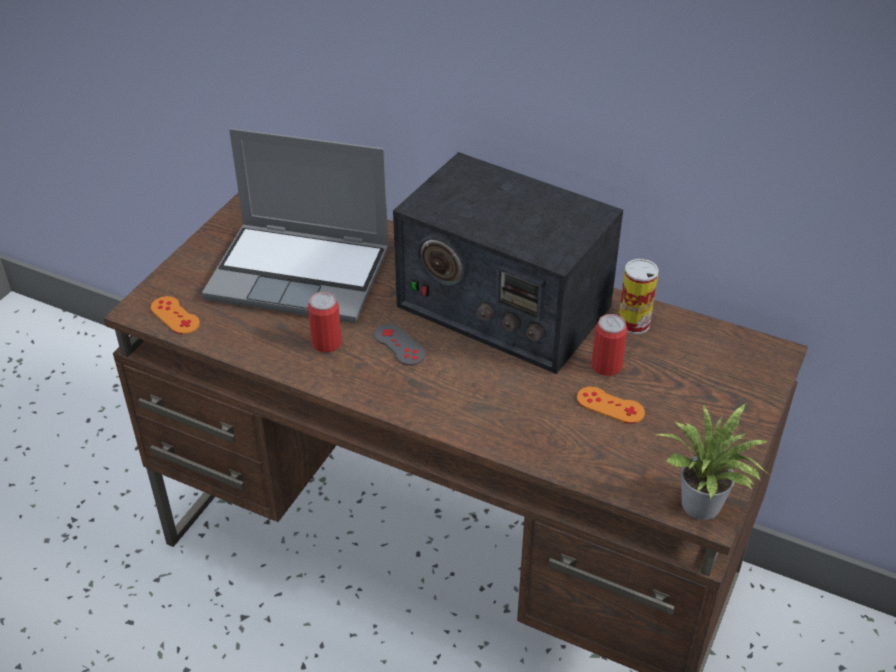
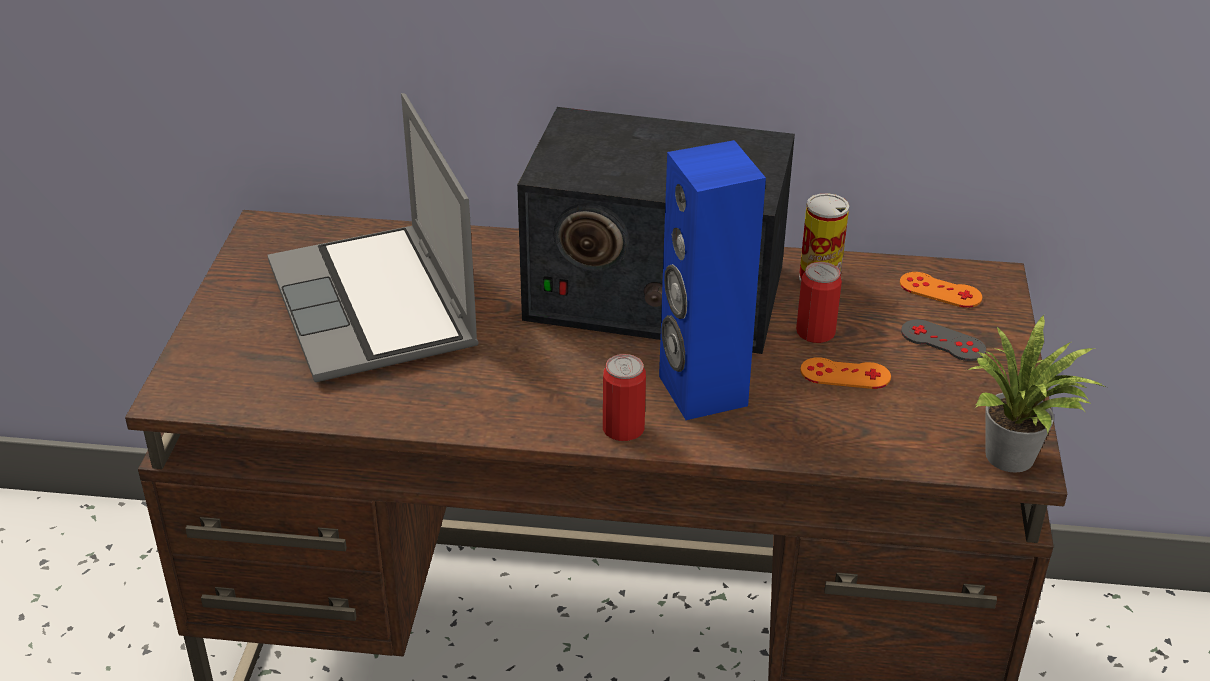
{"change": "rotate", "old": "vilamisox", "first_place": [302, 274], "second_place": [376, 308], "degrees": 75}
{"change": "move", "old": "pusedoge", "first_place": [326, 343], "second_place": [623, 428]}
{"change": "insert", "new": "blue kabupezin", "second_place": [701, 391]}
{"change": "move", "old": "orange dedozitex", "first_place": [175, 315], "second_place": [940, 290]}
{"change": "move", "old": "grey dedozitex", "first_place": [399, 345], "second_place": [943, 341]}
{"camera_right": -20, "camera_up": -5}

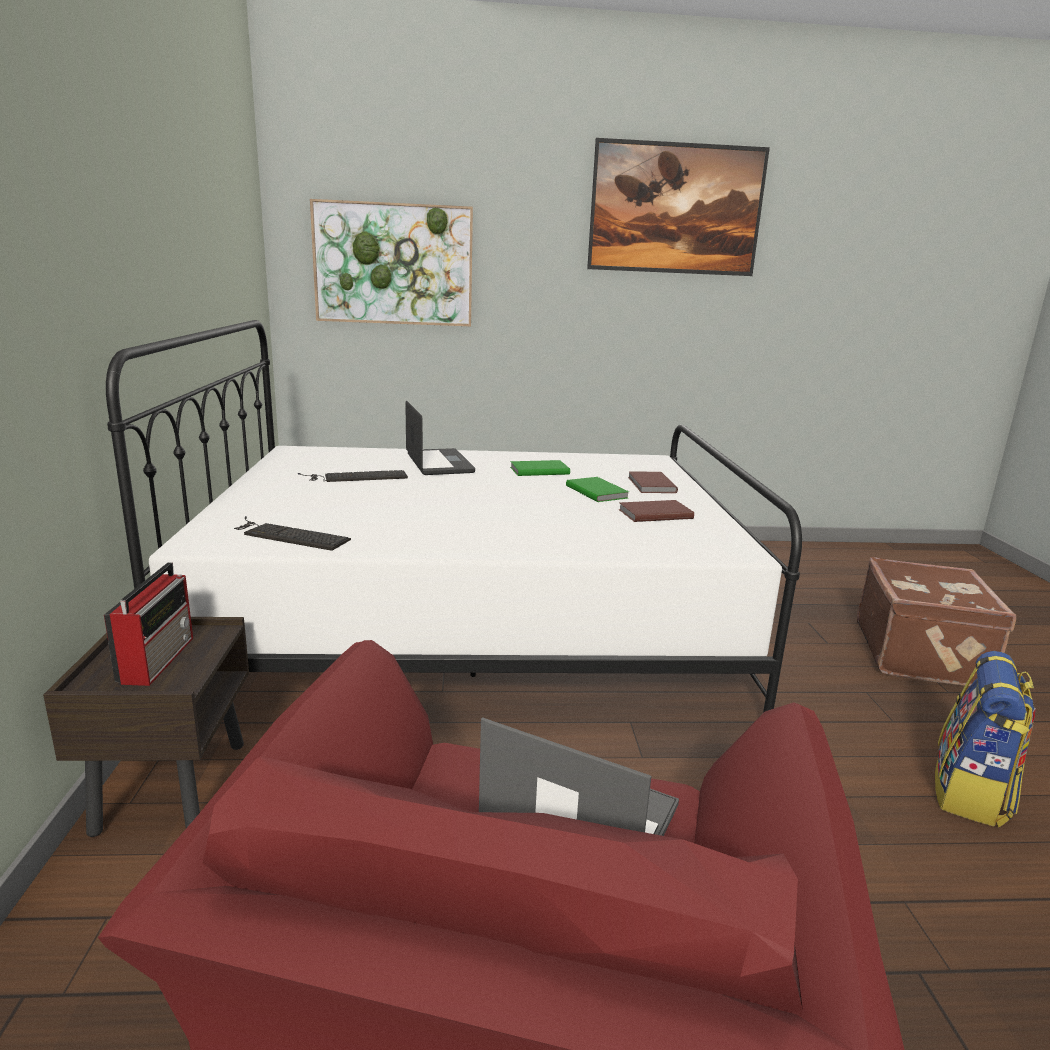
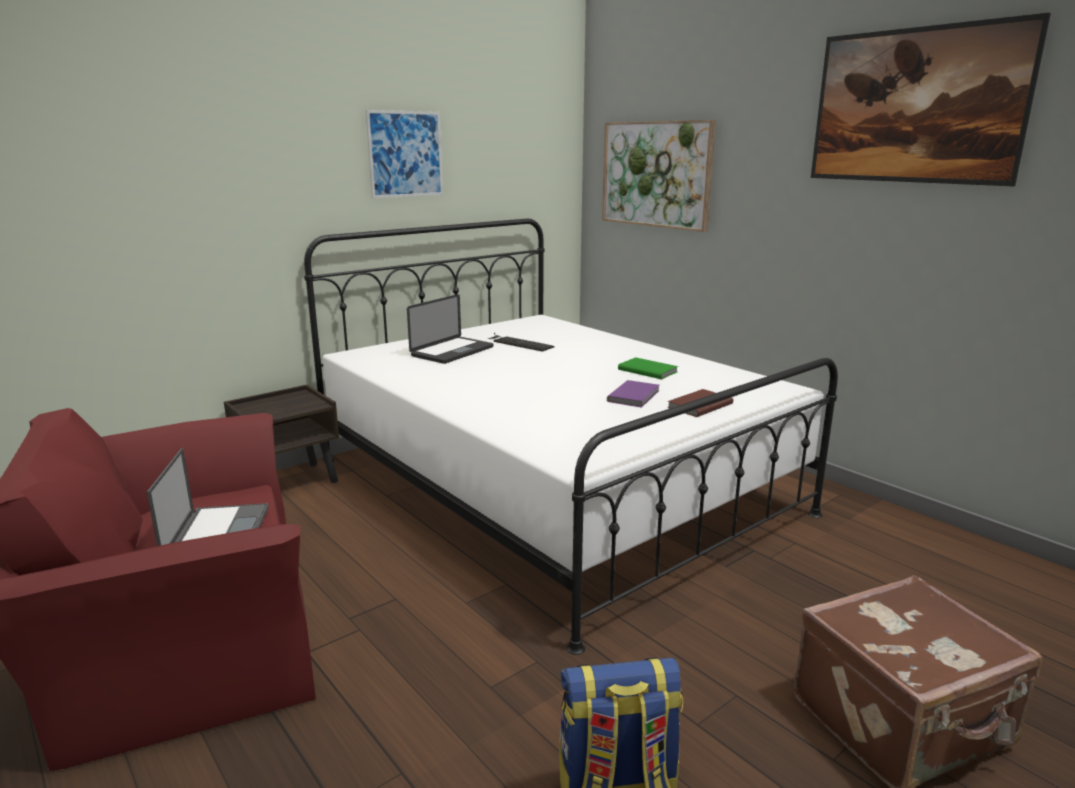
{"change": "insert", "new": "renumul", "second_place": [405, 154]}
{"change": "move", "old": "vilamisox", "first_place": [439, 463], "second_place": [452, 351]}
{"change": "recolor", "old": "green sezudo", "new": "purple sezudo", "first_place": [597, 491], "second_place": [635, 396]}
{"change": "delete", "old": "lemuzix", "first_place": [158, 658]}
{"change": "delete", "old": "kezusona", "first_place": [287, 535]}
{"change": "delete", "old": "brown sezudo", "first_place": [654, 513]}
{"camera_right": 55, "camera_up": 0}

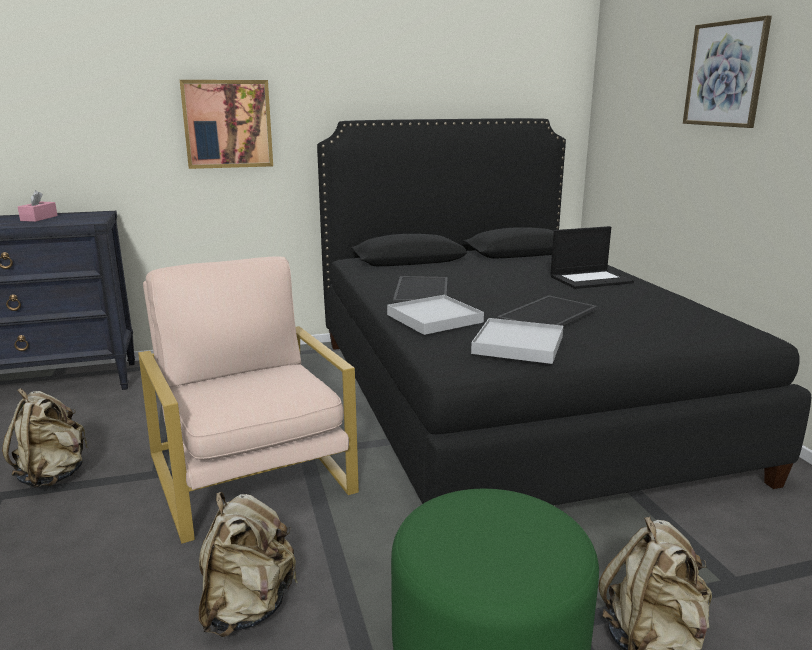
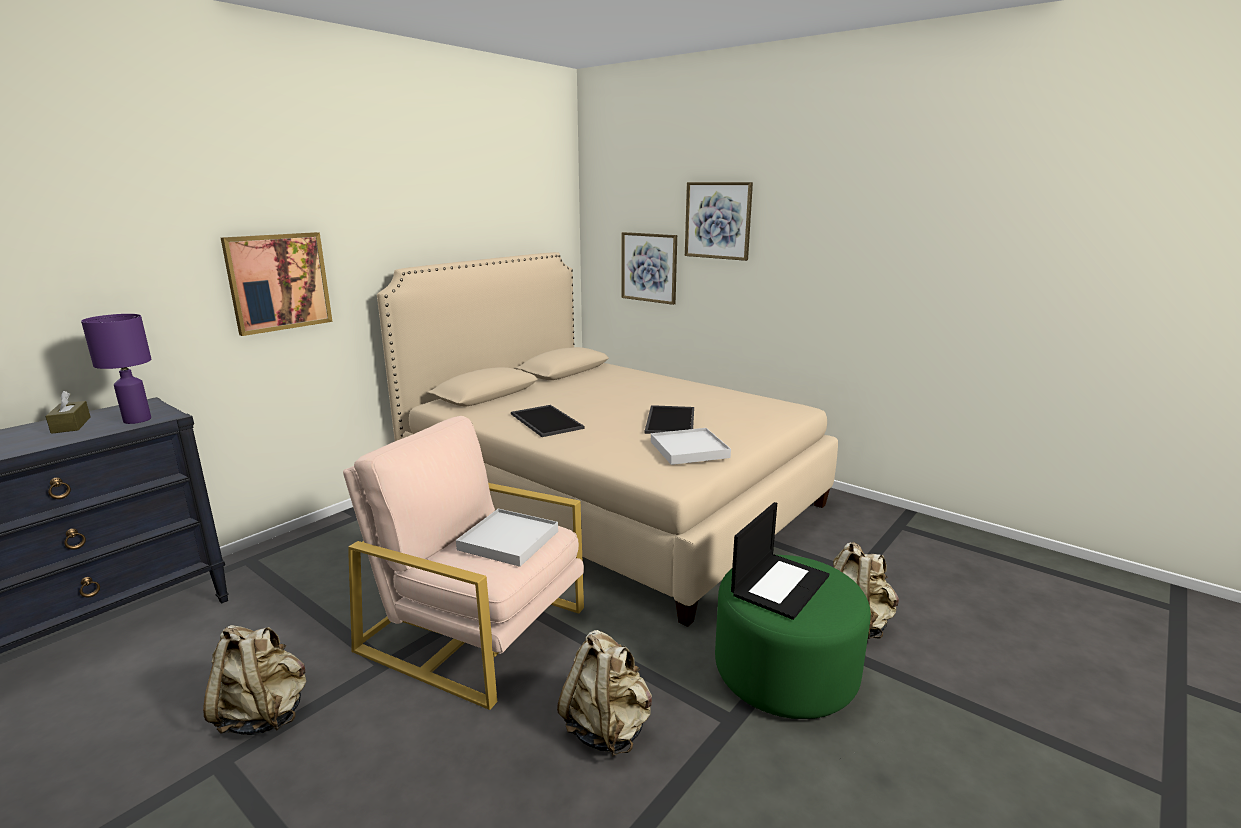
{"change": "recolor", "old": "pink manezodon", "new": "brown manezodon", "first_place": [39, 218], "second_place": [71, 425]}
{"change": "insert", "new": "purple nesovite", "second_place": [138, 420]}
{"change": "recolor", "old": "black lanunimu", "new": "beige lanunimu", "first_place": [506, 401], "second_place": [610, 499]}
{"change": "move", "old": "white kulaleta", "first_place": [434, 318], "second_place": [508, 540]}
{"change": "insert", "new": "renumul", "second_place": [649, 267]}
{"change": "move", "old": "vilamisox", "first_place": [591, 279], "second_place": [780, 584]}
{"camera_right": -35, "camera_up": 0}

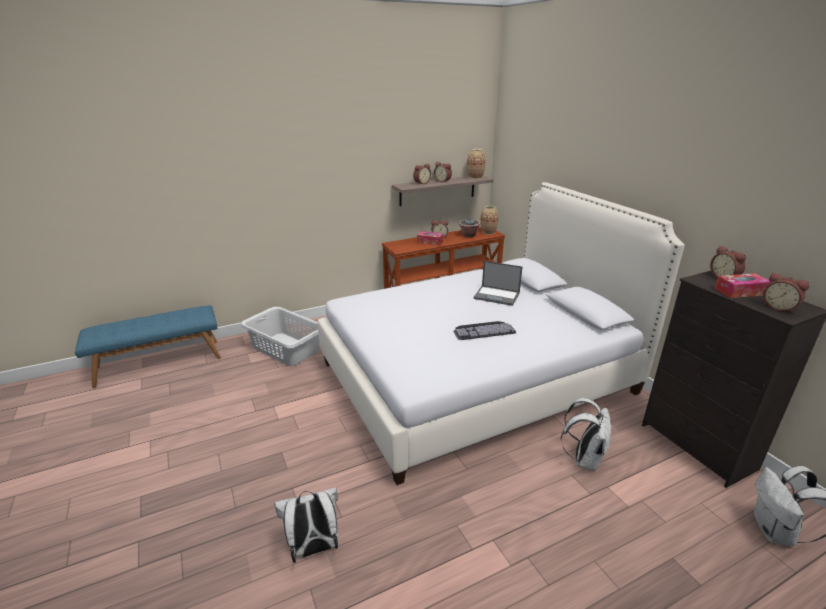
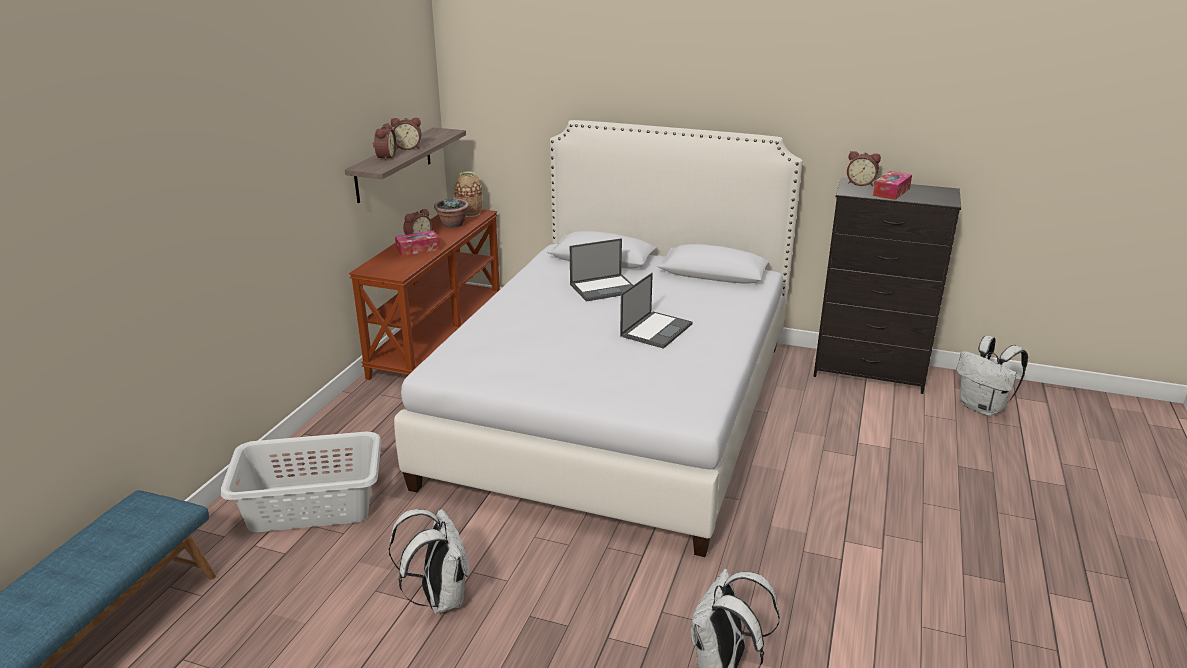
{"change": "move", "old": "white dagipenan", "first_place": [584, 459], "second_place": [439, 598]}
{"change": "replace", "old": "kezusona", "new": "vilamisox", "first_place": [483, 330], "second_place": [656, 330]}
{"change": "delete", "old": "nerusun", "first_place": [475, 177]}
{"change": "delete", "old": "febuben", "first_place": [779, 307]}
{"camera_right": -45, "camera_up": 0}

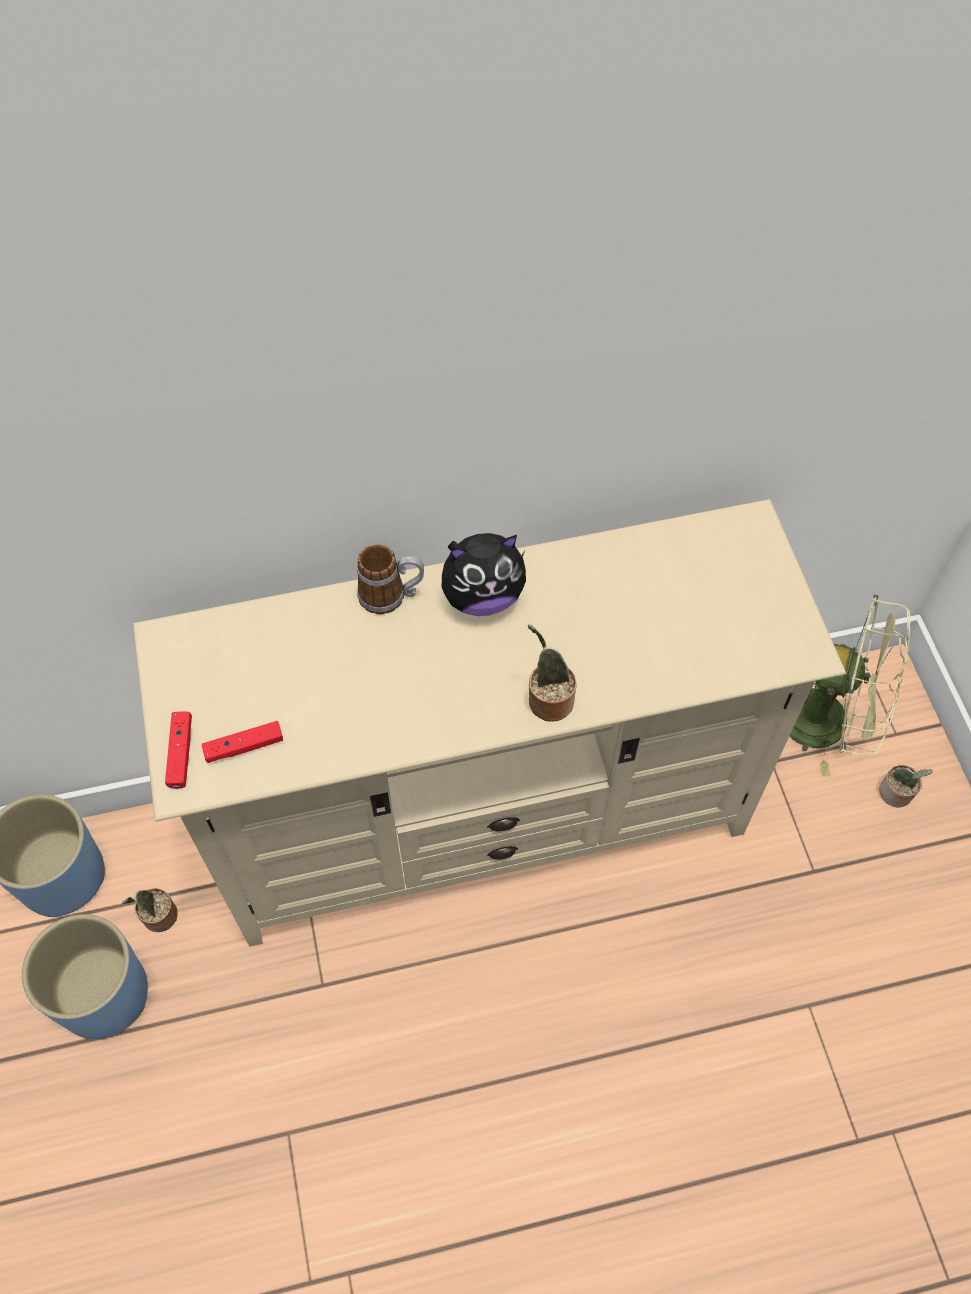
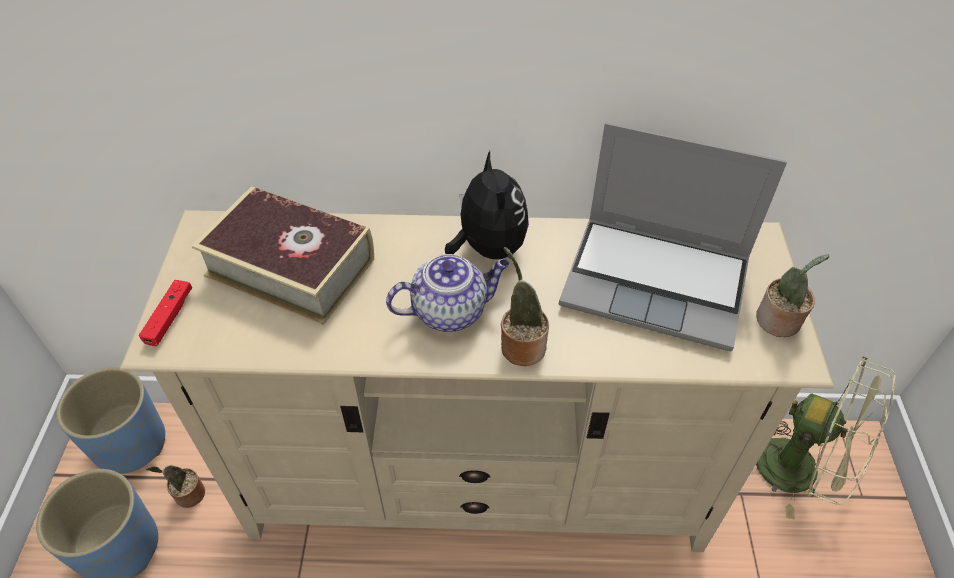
{"change": "insert", "new": "sezudo", "second_place": [290, 267]}
{"change": "insert", "new": "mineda", "second_place": [451, 311]}
{"change": "rotate", "old": "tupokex", "first_place": [482, 596], "second_place": [488, 247], "degrees": -105}
{"change": "insert", "new": "vilamisox", "second_place": [658, 282]}
{"change": "move", "old": "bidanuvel", "first_place": [896, 794], "second_place": [778, 322]}
{"change": "delete", "old": "red dedozitex", "first_place": [244, 746]}
{"change": "delete", "old": "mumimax", "first_place": [391, 596]}
{"camera_right": 15, "camera_up": -10}

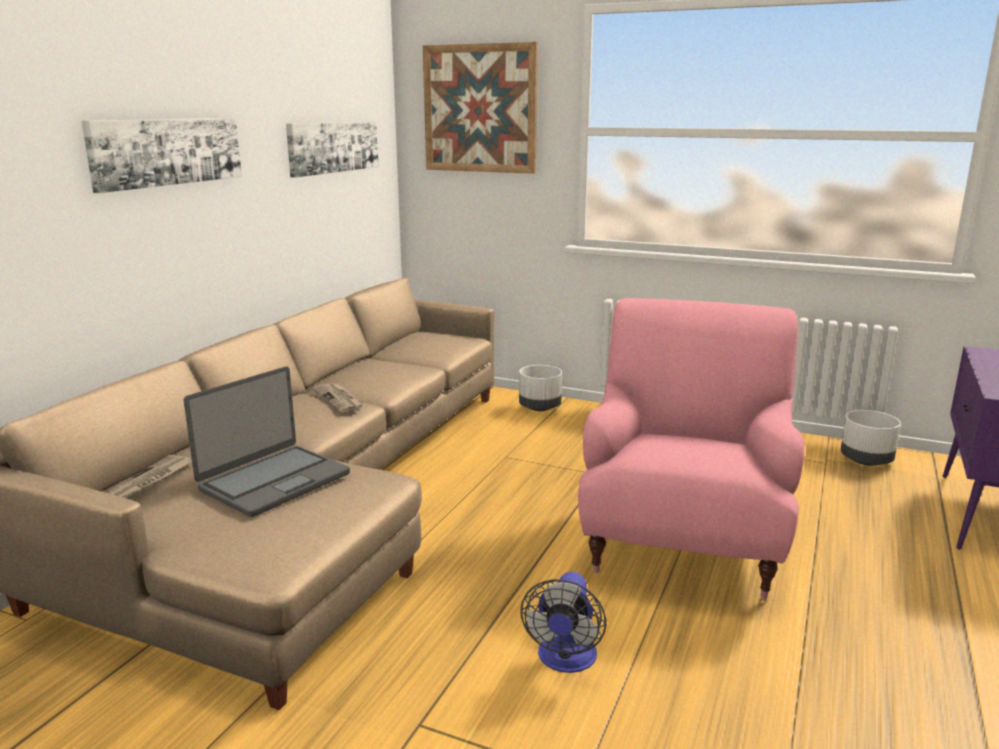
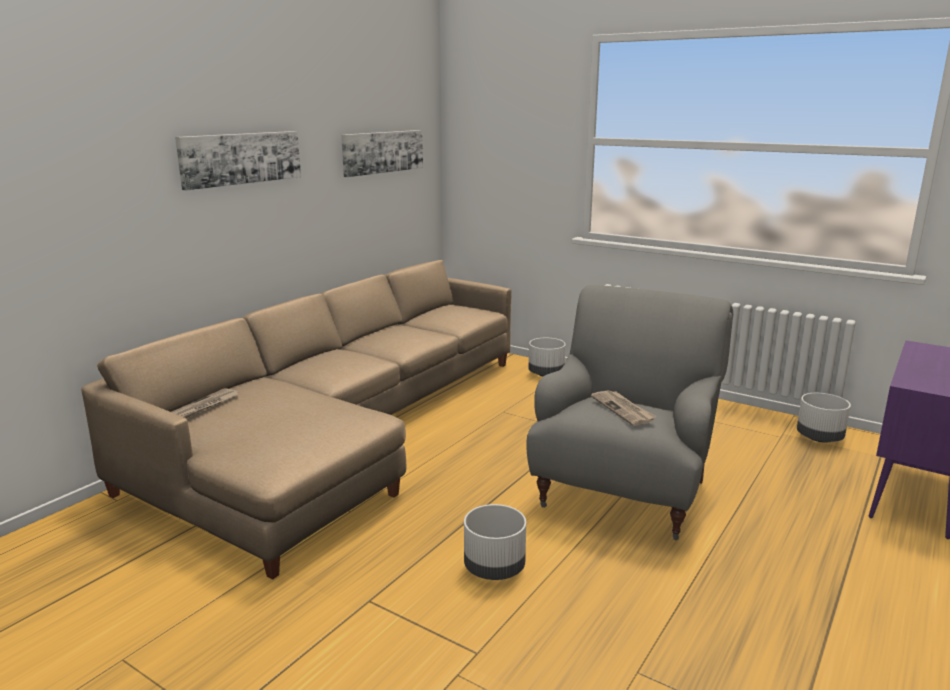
{"change": "replace", "old": "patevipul", "new": "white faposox", "first_place": [565, 660], "second_place": [495, 568]}
{"change": "recolor", "old": "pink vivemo", "new": "grey vivemo", "first_place": [683, 545], "second_place": [625, 492]}
{"change": "move", "old": "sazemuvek", "first_place": [339, 400], "second_place": [623, 409]}
{"change": "delete", "old": "vilamisox", "first_place": [273, 481]}
{"change": "delete", "old": "renumul", "first_place": [480, 109]}
{"camera_right": 10, "camera_up": 0}

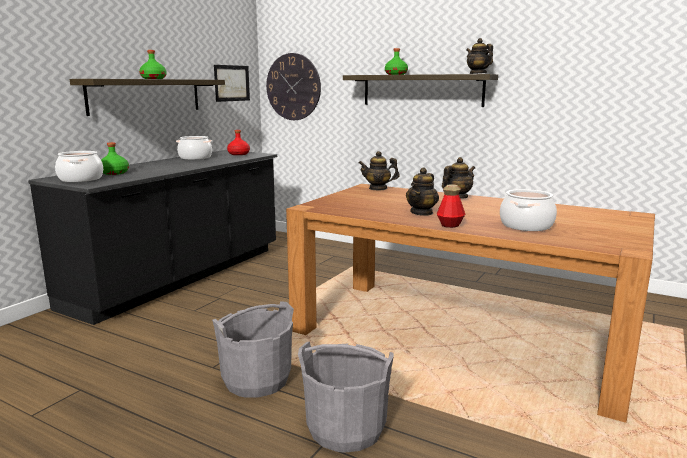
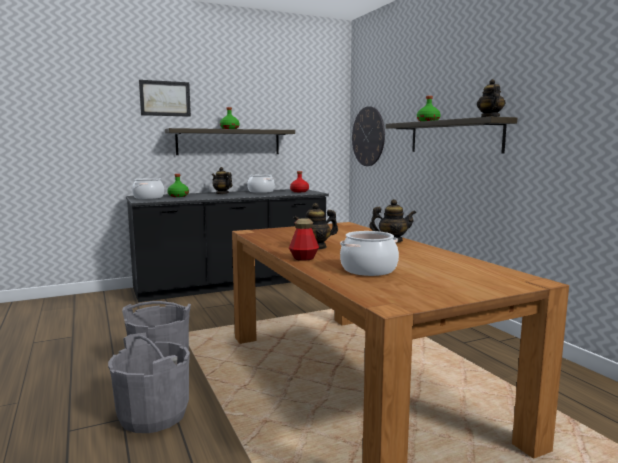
{"change": "move", "old": "renumul", "first_place": [232, 83], "second_place": [165, 98]}
{"change": "move", "old": "mineda", "first_place": [378, 188], "second_place": [222, 193]}
{"camera_right": 35, "camera_up": -5}

